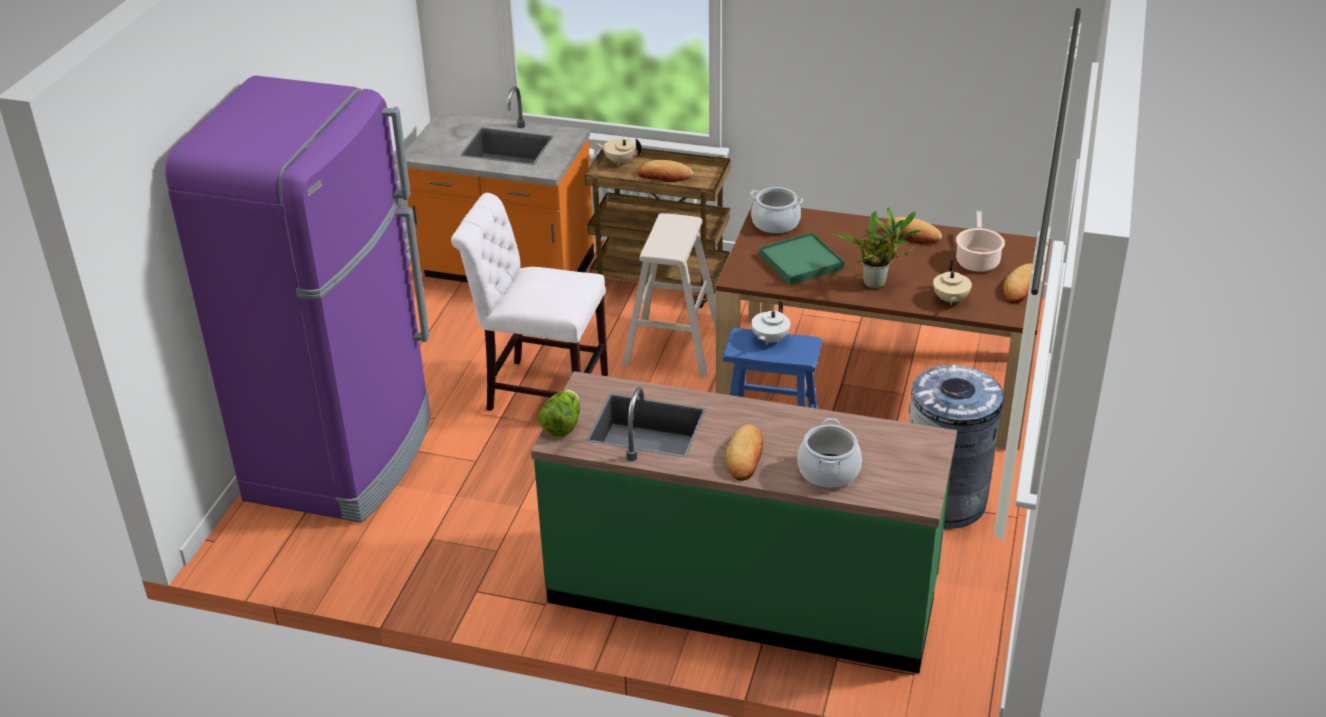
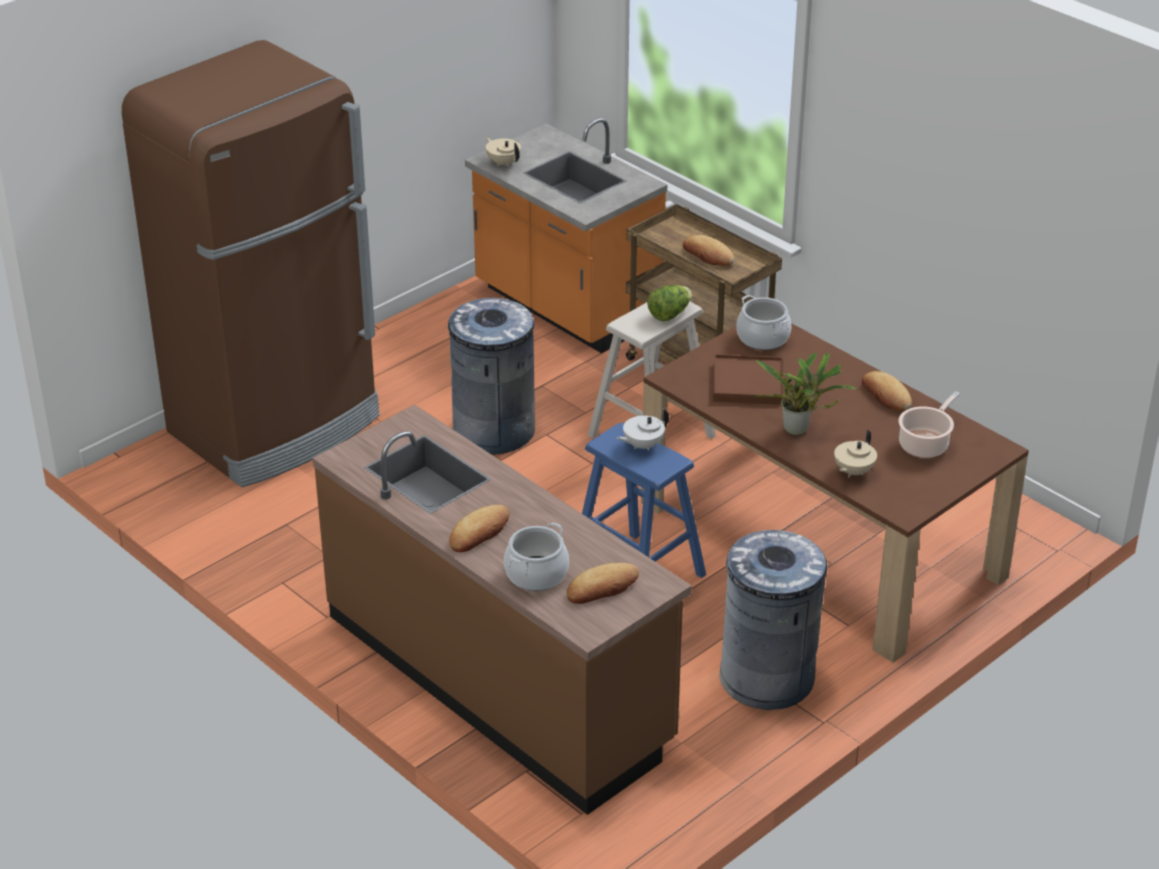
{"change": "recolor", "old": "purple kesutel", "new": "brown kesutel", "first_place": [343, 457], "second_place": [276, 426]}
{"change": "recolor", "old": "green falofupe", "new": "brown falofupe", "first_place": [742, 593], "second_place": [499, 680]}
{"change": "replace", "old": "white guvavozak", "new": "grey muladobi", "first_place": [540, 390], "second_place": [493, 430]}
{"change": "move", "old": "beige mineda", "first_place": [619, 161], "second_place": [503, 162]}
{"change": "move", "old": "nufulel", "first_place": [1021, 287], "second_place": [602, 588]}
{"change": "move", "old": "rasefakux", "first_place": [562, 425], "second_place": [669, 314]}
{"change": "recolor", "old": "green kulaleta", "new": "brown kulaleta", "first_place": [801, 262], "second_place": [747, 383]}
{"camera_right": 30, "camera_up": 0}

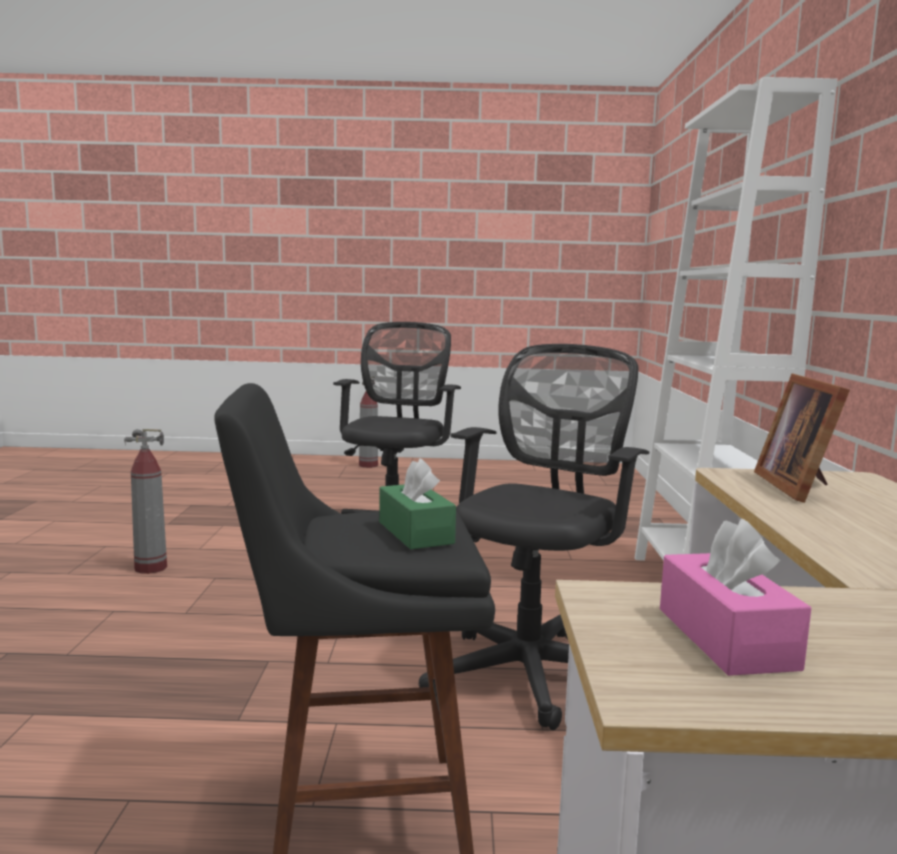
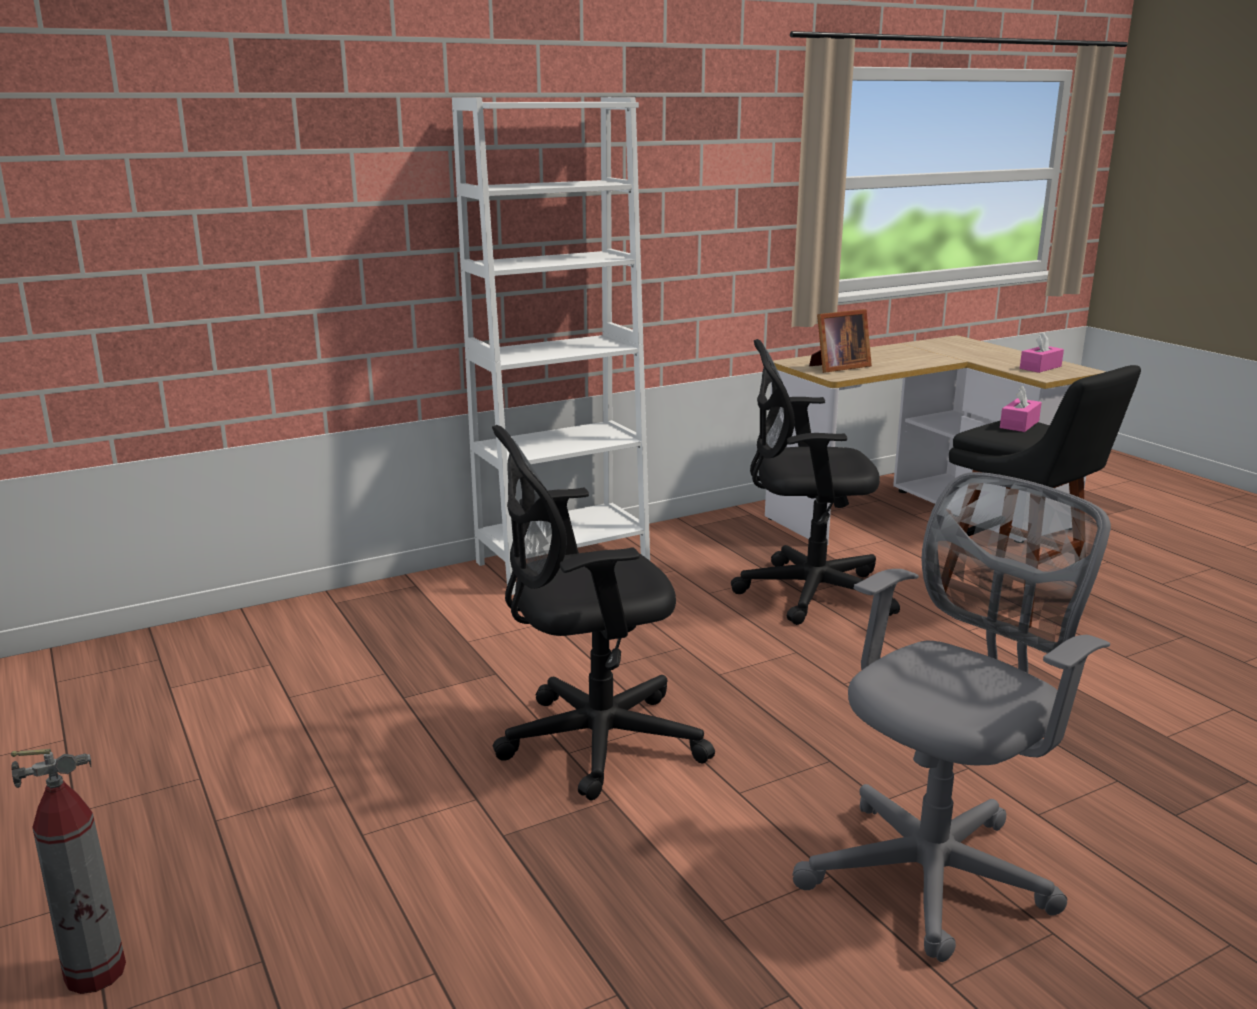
{"change": "replace", "old": "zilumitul", "new": "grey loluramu", "first_place": [150, 568], "second_place": [936, 870]}
{"change": "recolor", "old": "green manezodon", "new": "pink manezodon", "first_place": [415, 533], "second_place": [1019, 424]}
{"camera_right": -120, "camera_up": 10}

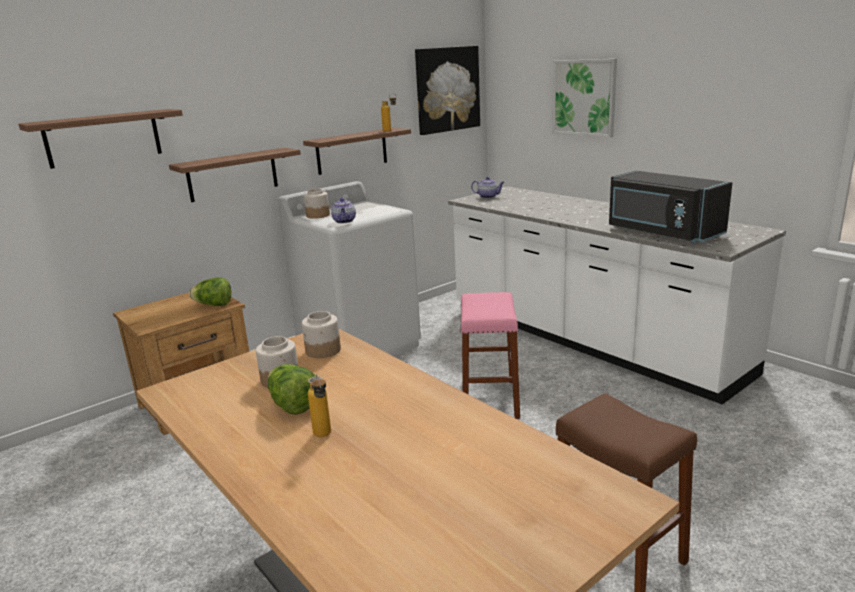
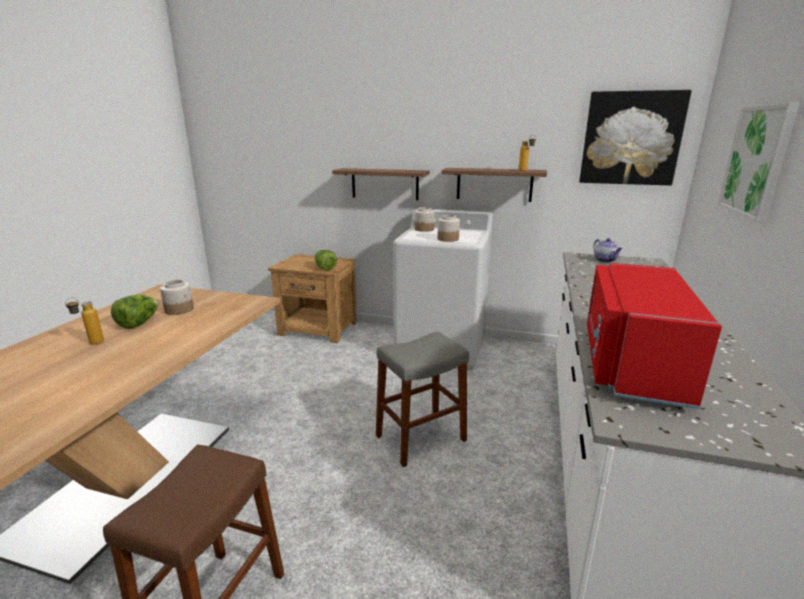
{"change": "recolor", "old": "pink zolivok", "new": "grey zolivok", "first_place": [489, 399], "second_place": [421, 438]}
{"change": "move", "old": "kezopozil", "first_place": [323, 351], "second_place": [447, 239]}
{"change": "recolor", "old": "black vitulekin", "new": "red vitulekin", "first_place": [661, 232], "second_place": [630, 363]}
{"change": "delete", "old": "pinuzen", "first_place": [103, 138]}
{"change": "delete", "old": "mineda", "first_place": [344, 221]}
{"camera_right": 55, "camera_up": 0}

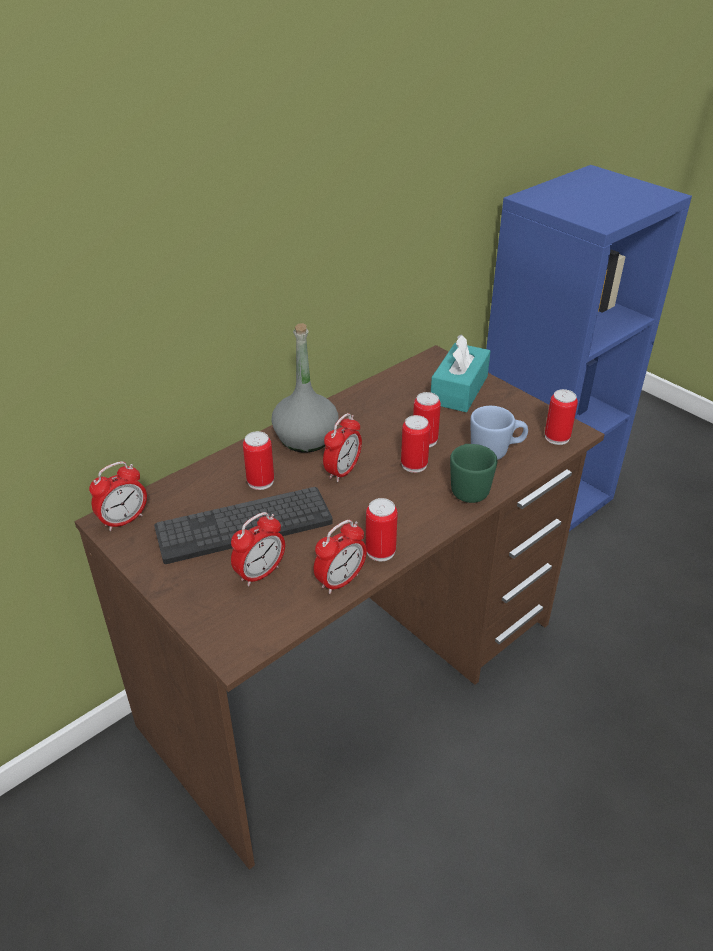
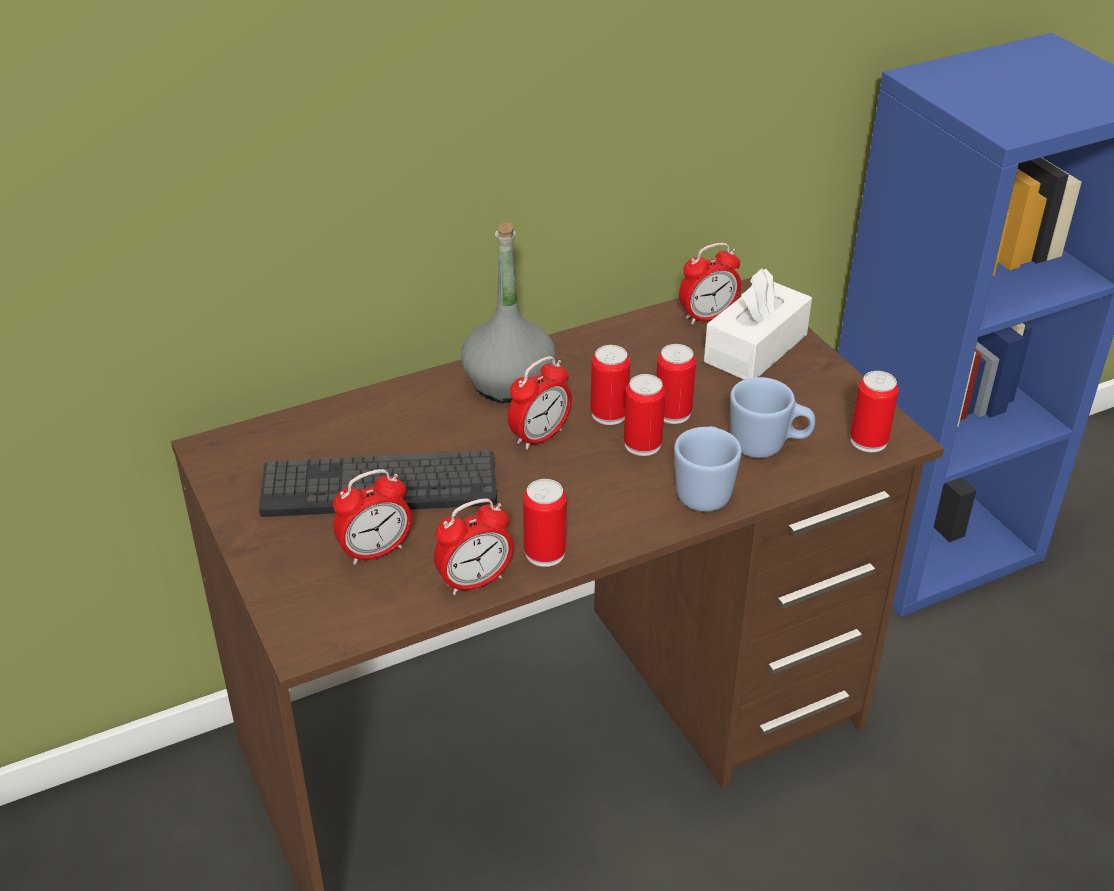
{"change": "move", "old": "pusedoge", "first_place": [260, 481], "second_place": [609, 414]}
{"change": "recolor", "old": "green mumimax", "new": "blue mumimax", "first_place": [468, 488], "second_place": [704, 490]}
{"change": "move", "old": "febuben", "first_place": [124, 520], "second_place": [707, 316]}
{"change": "recolor", "old": "turquoise manezodon", "new": "white manezodon", "first_place": [459, 390], "second_place": [755, 348]}
{"camera_right": 15, "camera_up": 0}

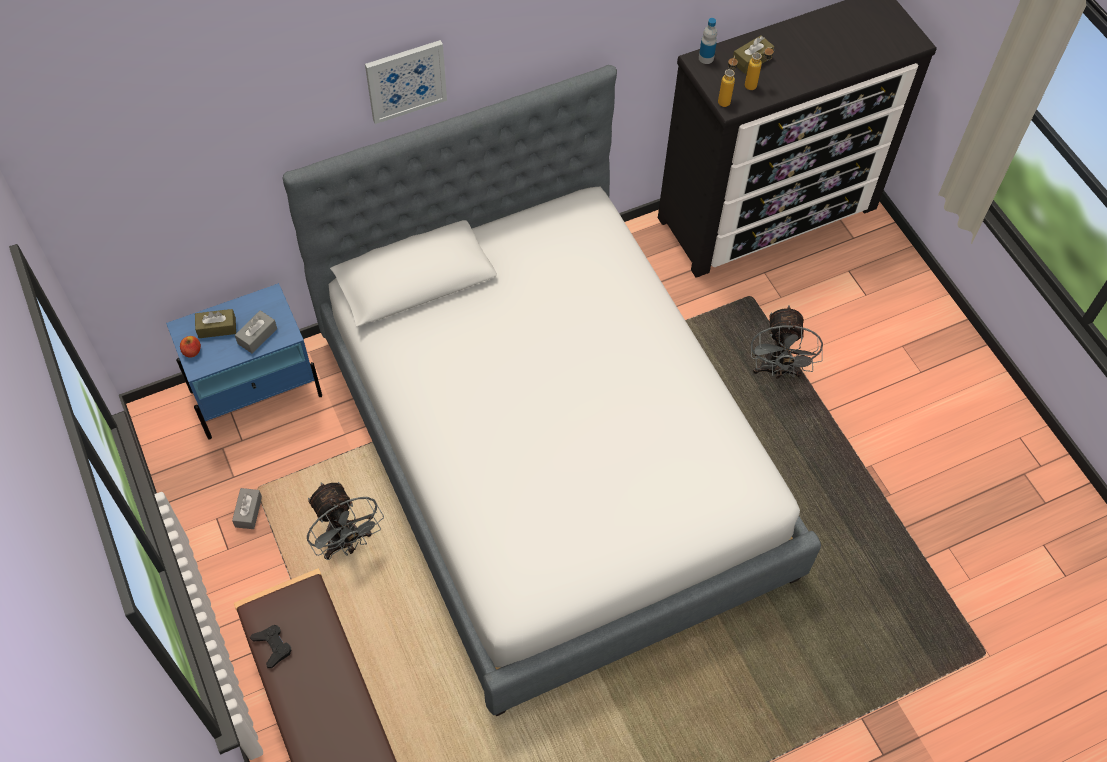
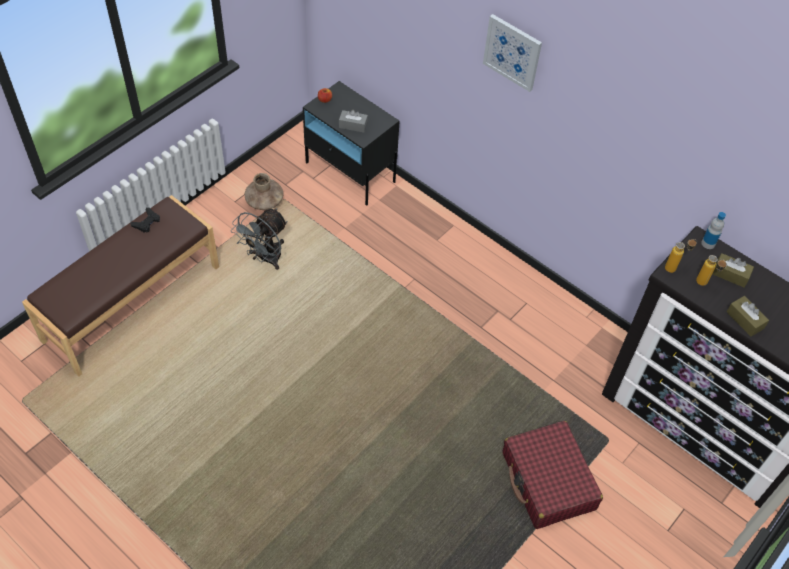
{"change": "replace", "old": "grey manezodon", "new": "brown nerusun", "first_place": [248, 512], "second_place": [264, 201]}
{"change": "recolor", "old": "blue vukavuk", "new": "black vukavuk", "first_place": [257, 393], "second_place": [350, 172]}
{"change": "replace", "old": "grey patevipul", "new": "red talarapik", "first_place": [776, 371], "second_place": [548, 481]}
{"change": "move", "old": "brown manezodon", "first_place": [217, 328], "second_place": [745, 320]}
{"change": "delete", "old": "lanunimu", "first_place": [550, 454]}
{"camera_right": 65, "camera_up": -5}

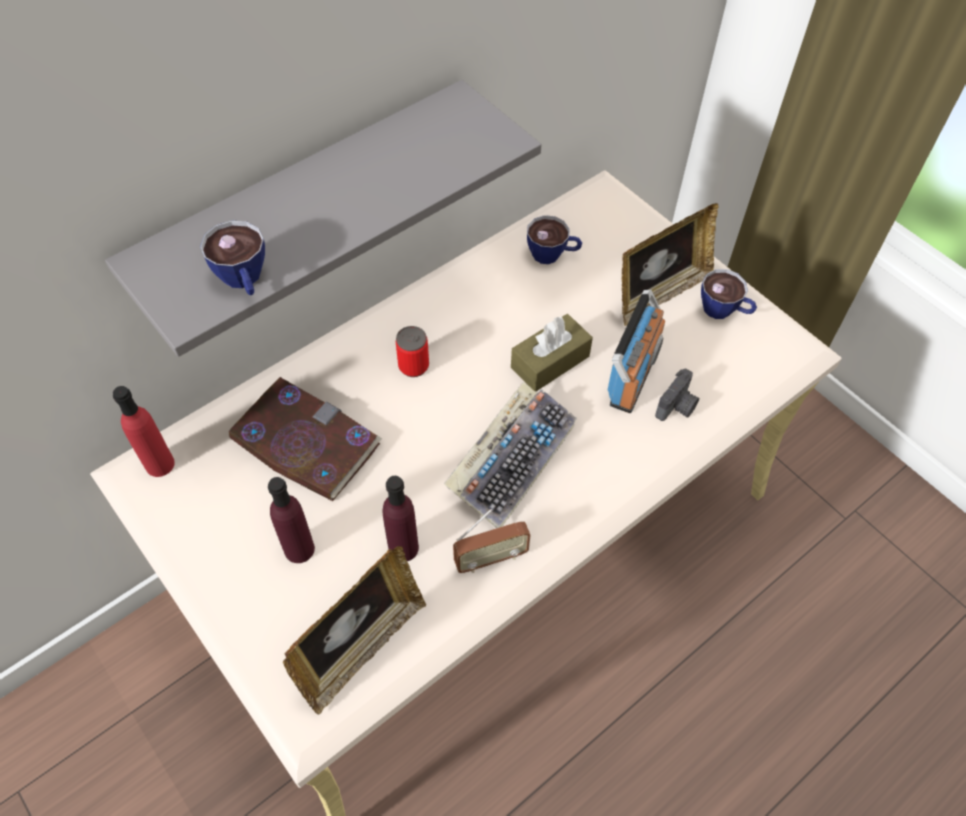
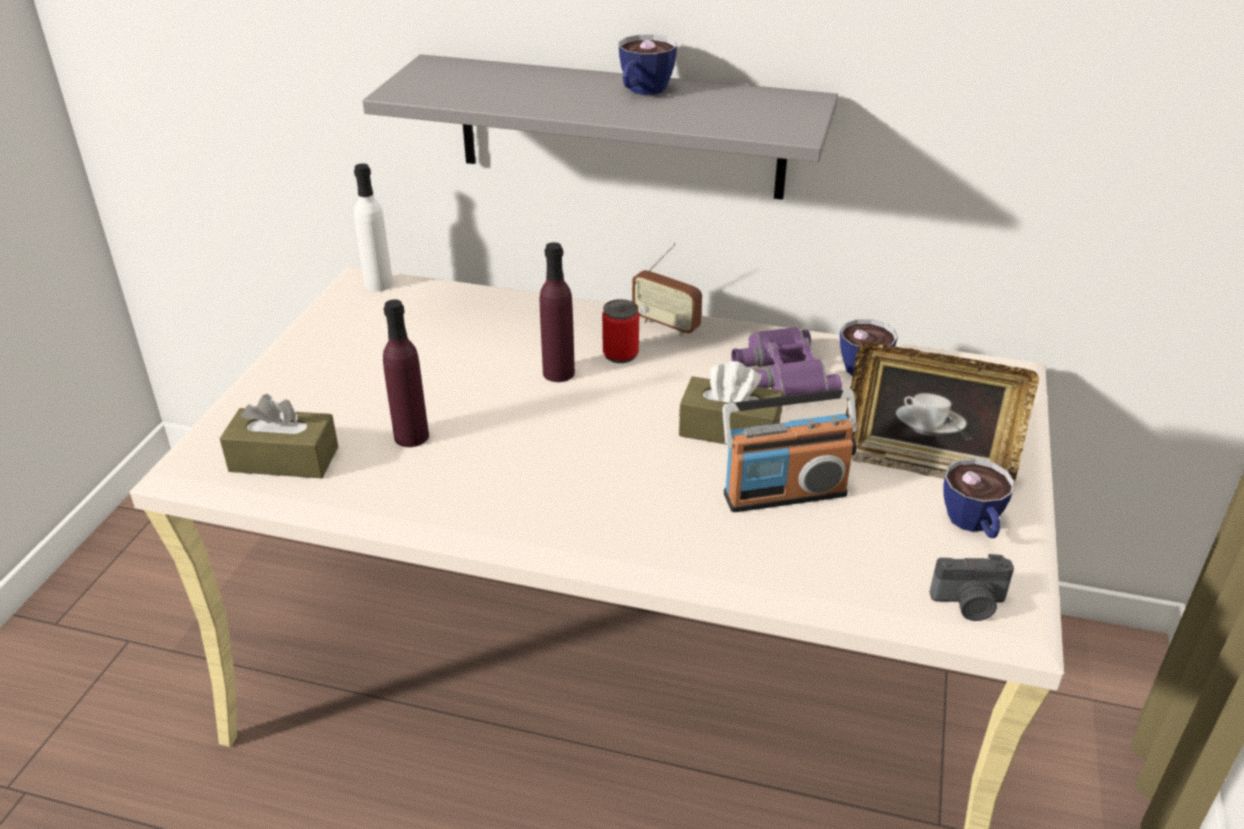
{"change": "replace", "old": "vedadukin", "new": "brown manezodon", "first_place": [361, 648], "second_place": [284, 459]}
{"change": "recolor", "old": "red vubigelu", "new": "white vubigelu", "first_place": [160, 464], "second_place": [378, 284]}
{"change": "move", "old": "purple vubigelu", "first_place": [299, 549], "second_place": [558, 373]}
{"change": "move", "old": "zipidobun", "first_place": [244, 281], "second_place": [642, 91]}
{"change": "move", "old": "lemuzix", "first_place": [490, 558], "second_place": [666, 325]}
{"change": "insert", "new": "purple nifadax", "second_place": [780, 374]}
{"change": "move", "old": "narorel", "first_place": [677, 406], "second_place": [969, 604]}
{"change": "delete", "old": "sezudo", "first_place": [304, 442]}
{"change": "delete", "old": "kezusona", "first_place": [511, 458]}
{"camera_right": 55, "camera_up": -20}

